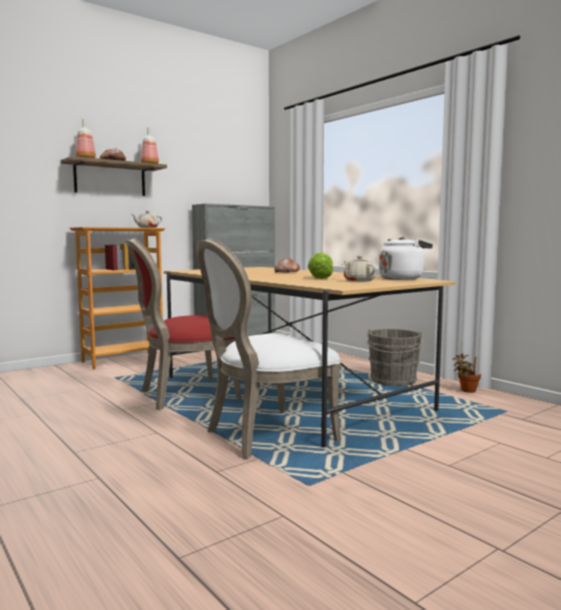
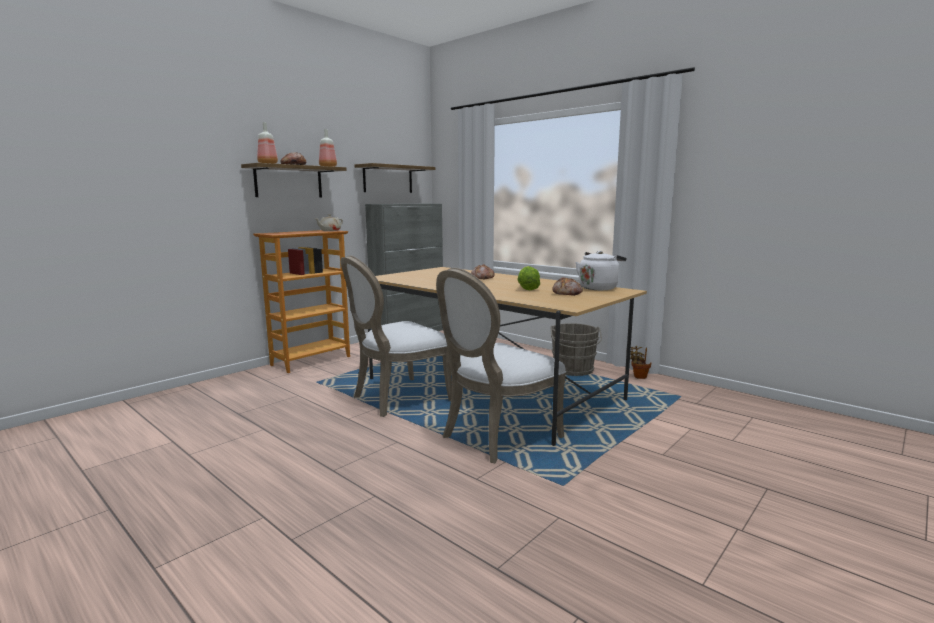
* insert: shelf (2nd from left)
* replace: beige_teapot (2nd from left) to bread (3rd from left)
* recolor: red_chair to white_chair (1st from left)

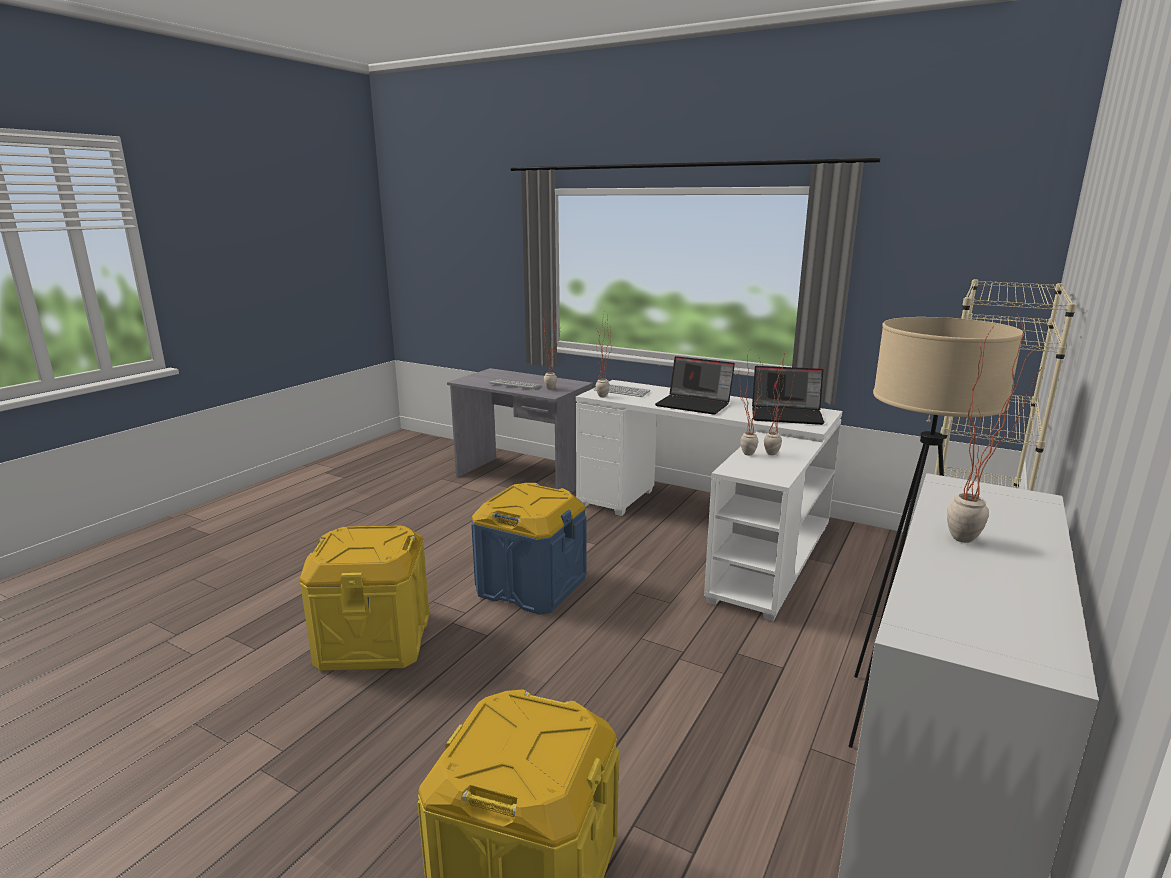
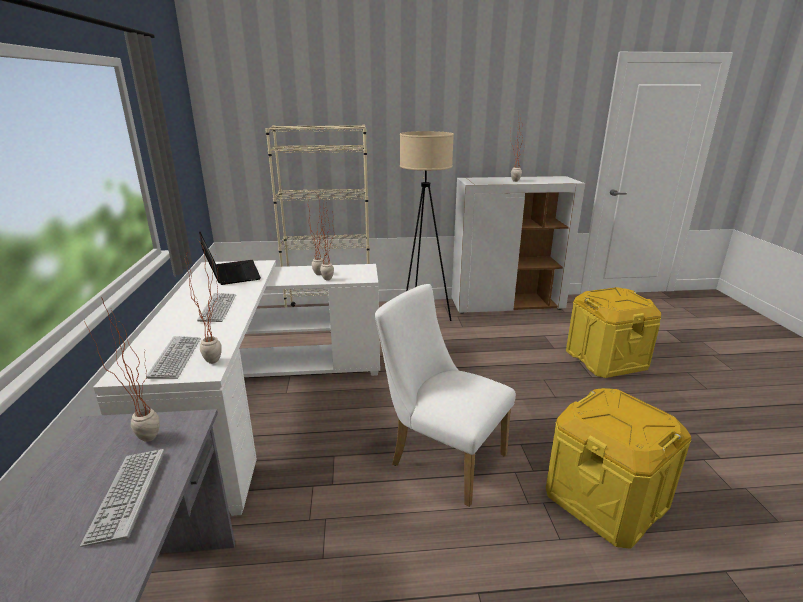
* replace: blue_storage_box to white_chair
* replace: laptop (1st from left) to keyboard (3rd from left)

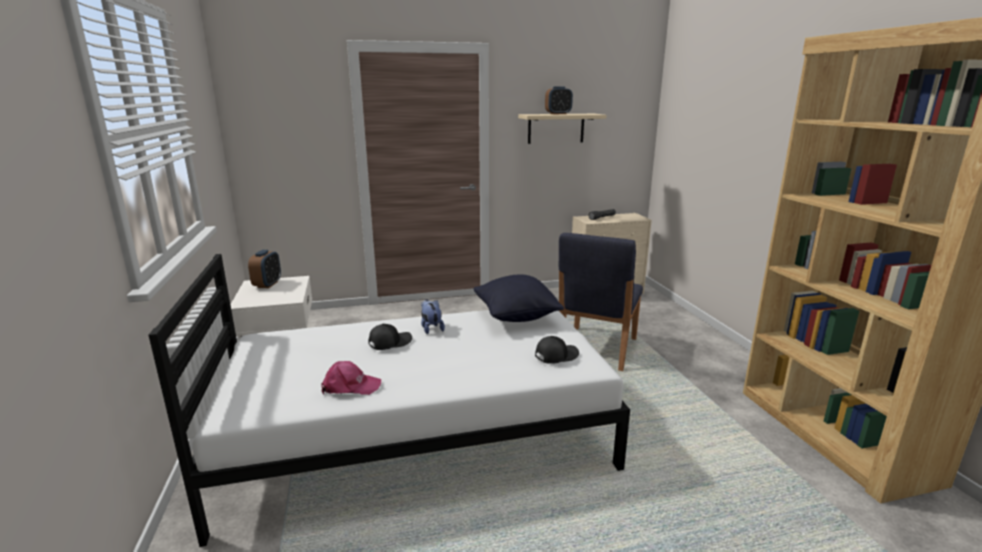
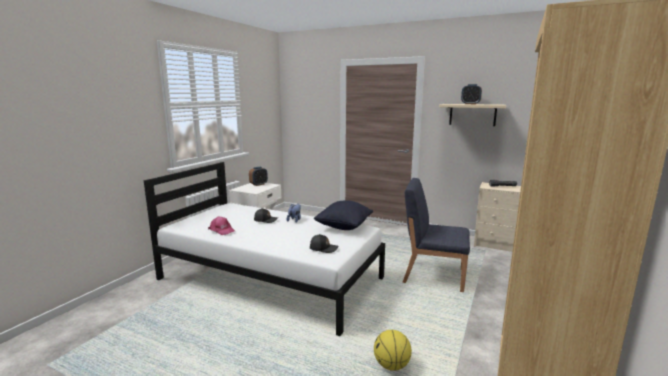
* insert: basketball
* rotate: blue_chair 45 degrees clockwise

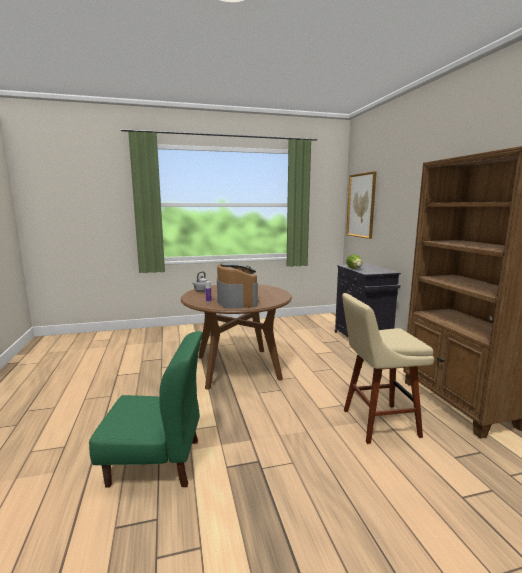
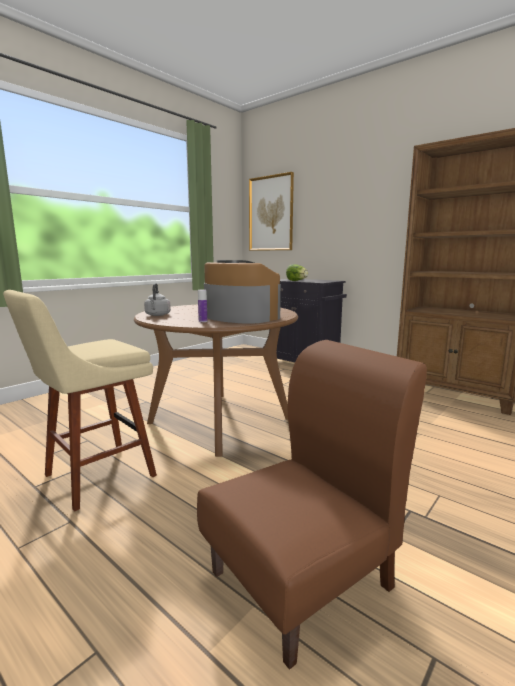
* move: beige_stool
* recolor: green_chair to brown_chair

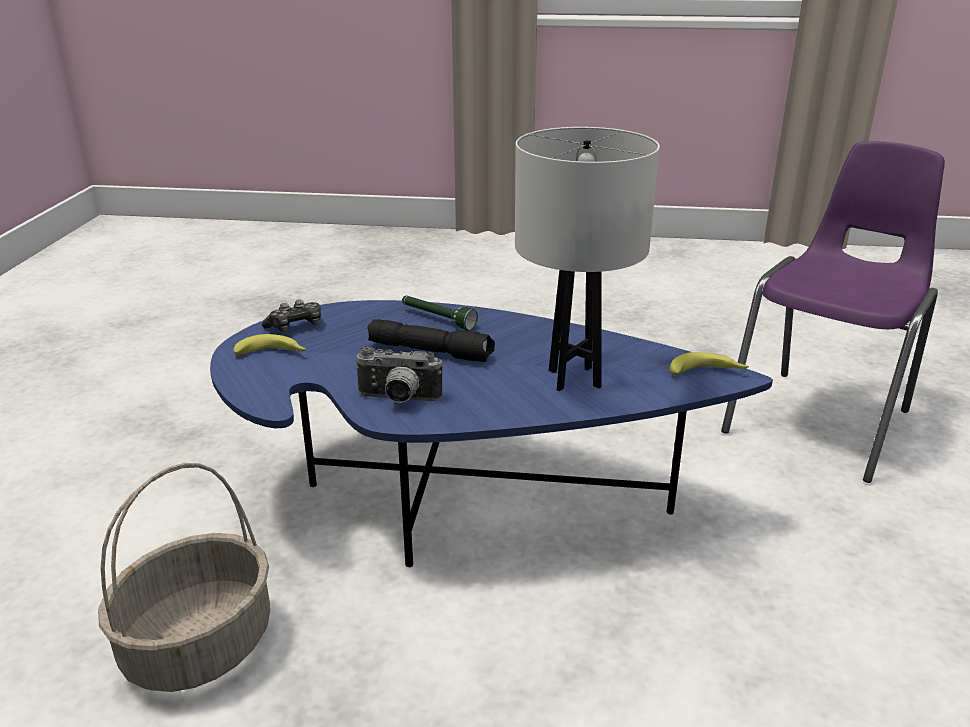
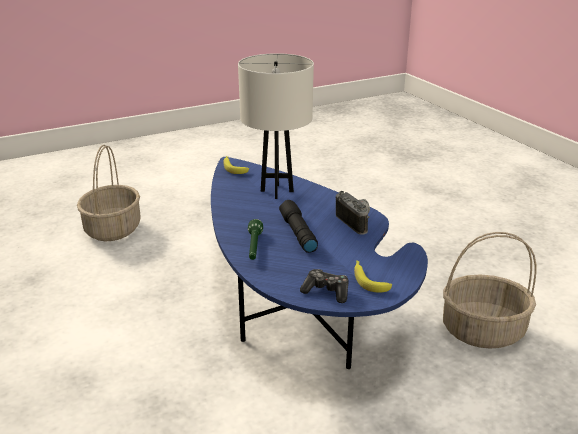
* replace: purple_chair to basket (1st from left)

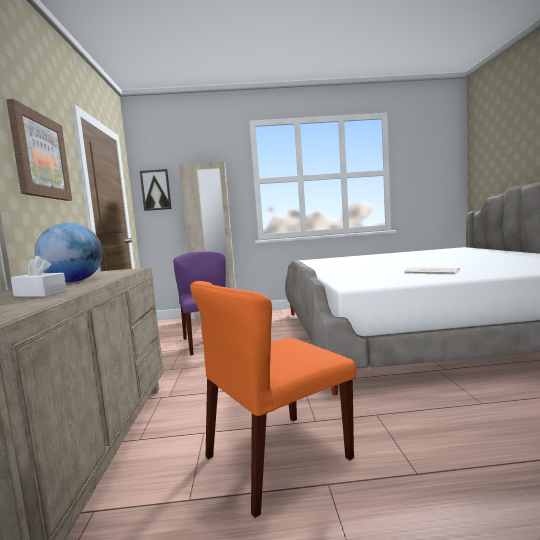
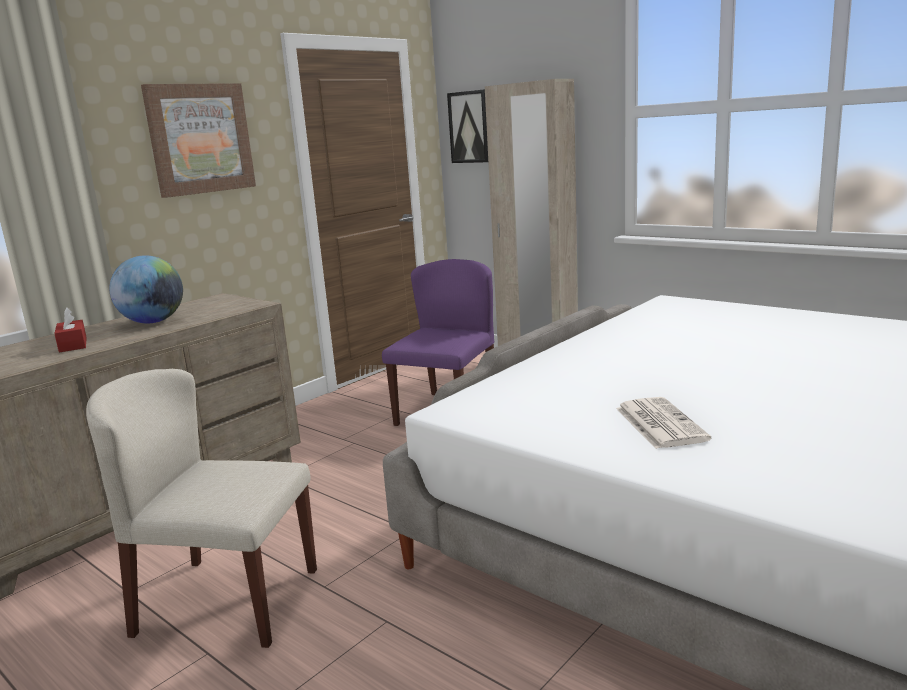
* recolor: white_tissue_box to red_tissue_box
* recolor: orange_chair to beige_chair

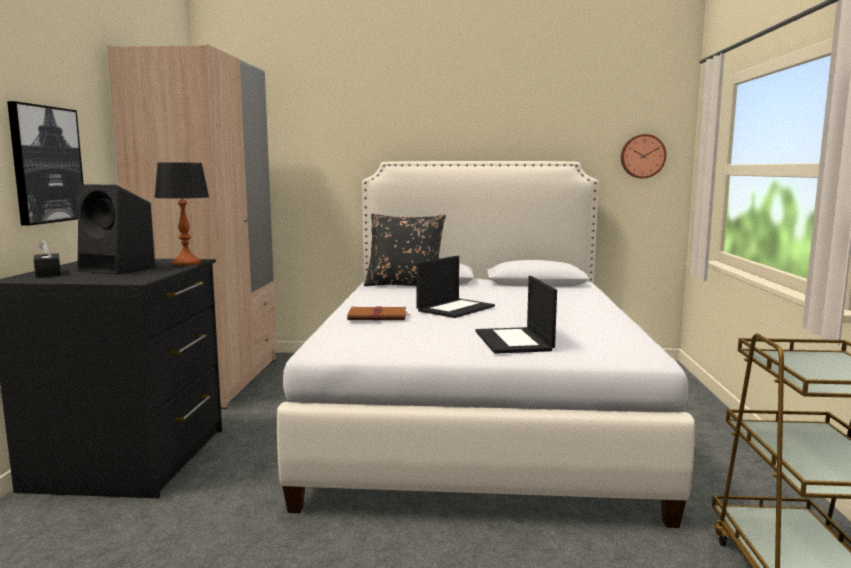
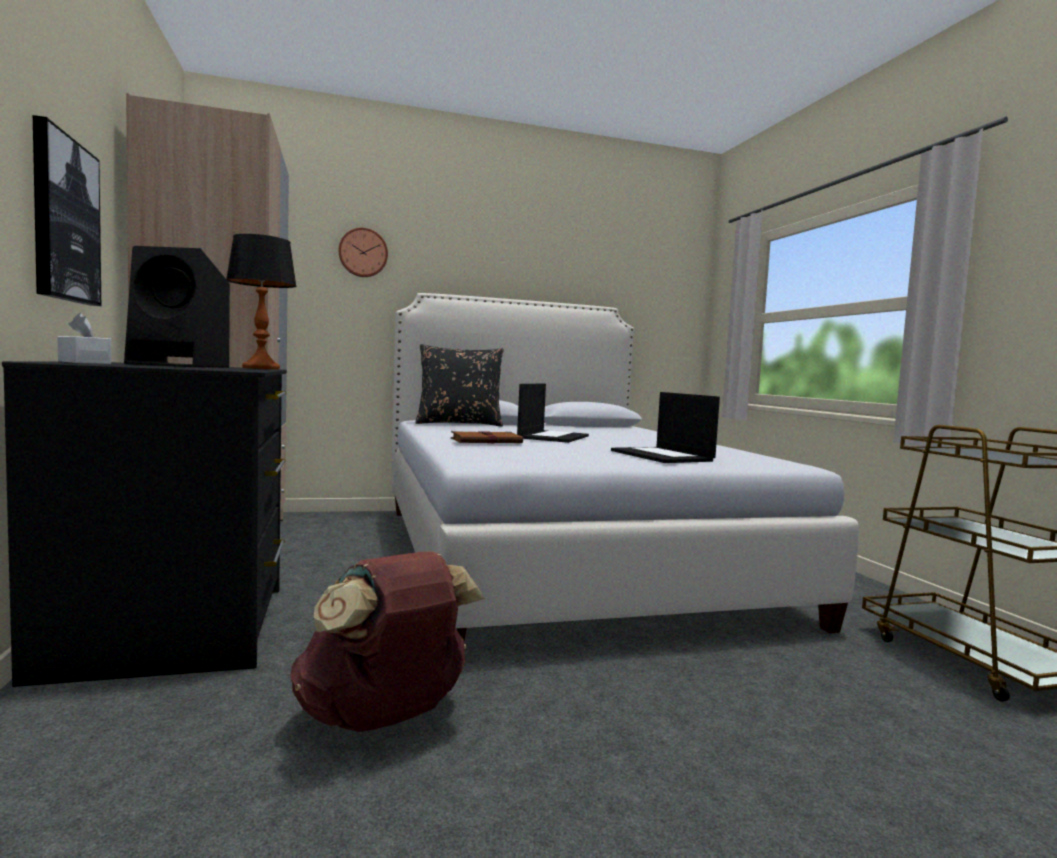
* insert: brown_backpack
* move: wall_clock
* recolor: black_tissue_box to white_tissue_box

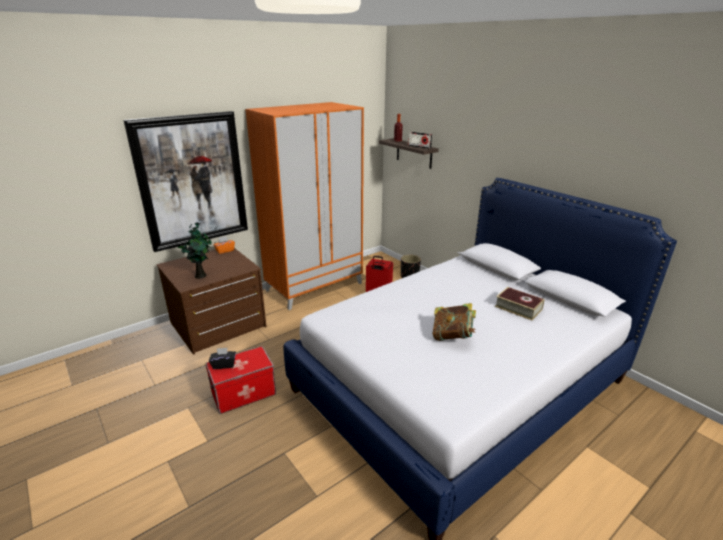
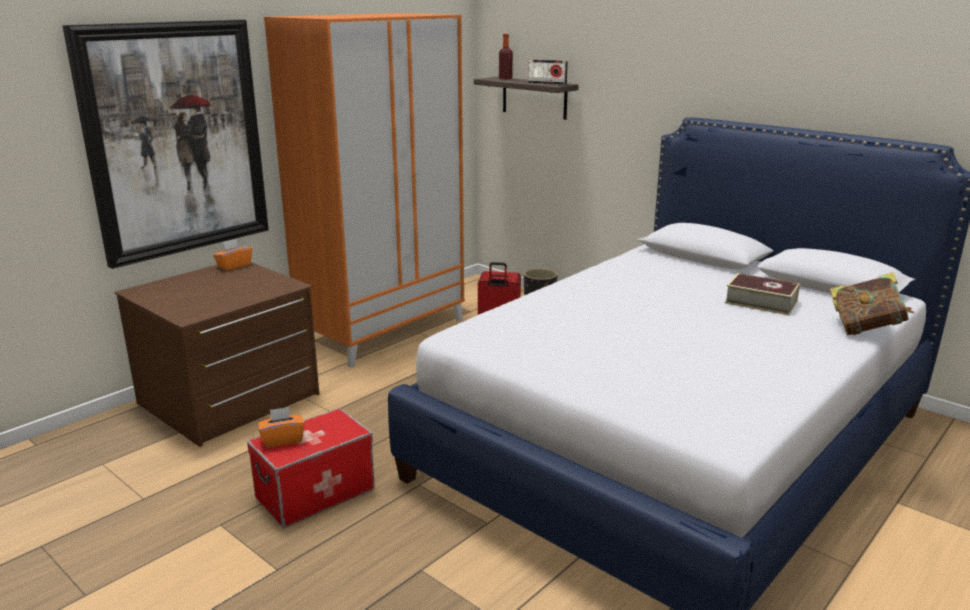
* delete: potted_plant
* move: book (1st from left in the first image) to book (2nd from left)
* recolor: black_tissue_box to orange_tissue_box (2nd from left)

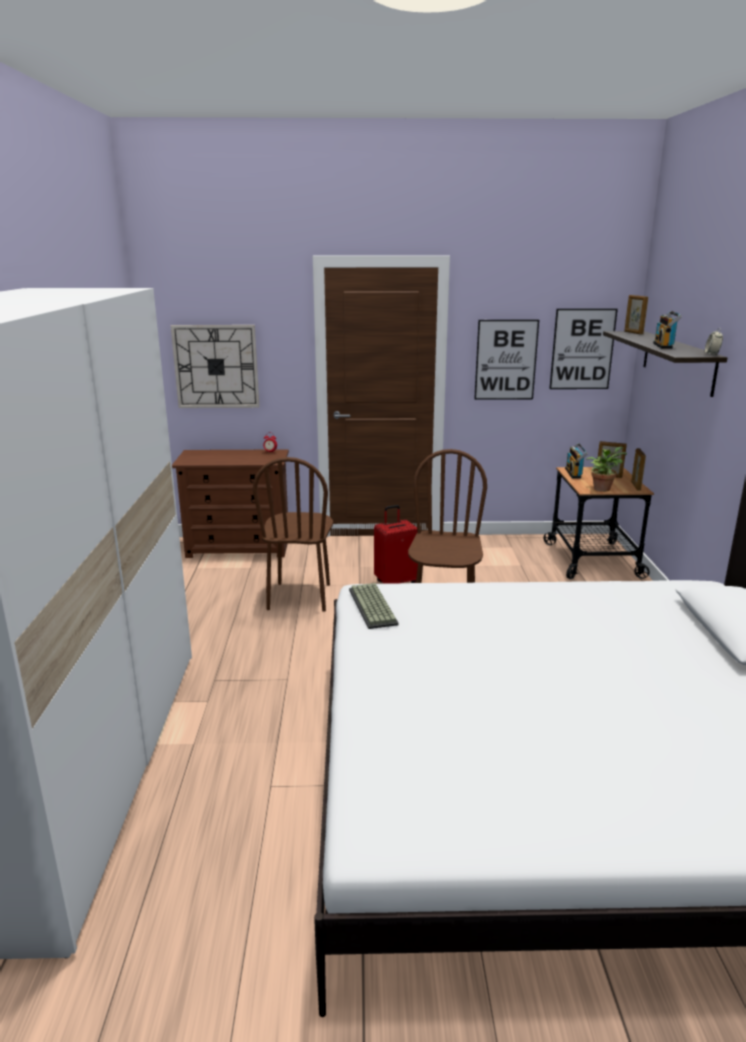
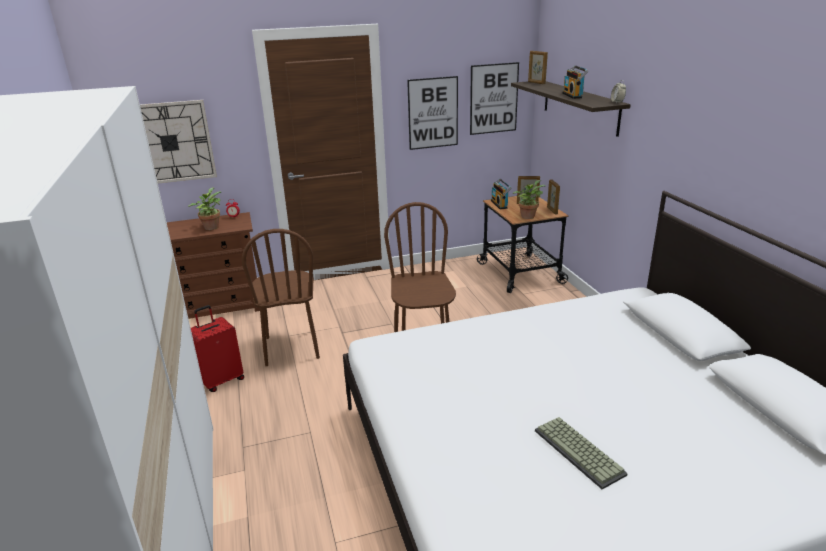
* insert: potted_plant (1st from left)
* move: keyboard
* move: red_suitcase

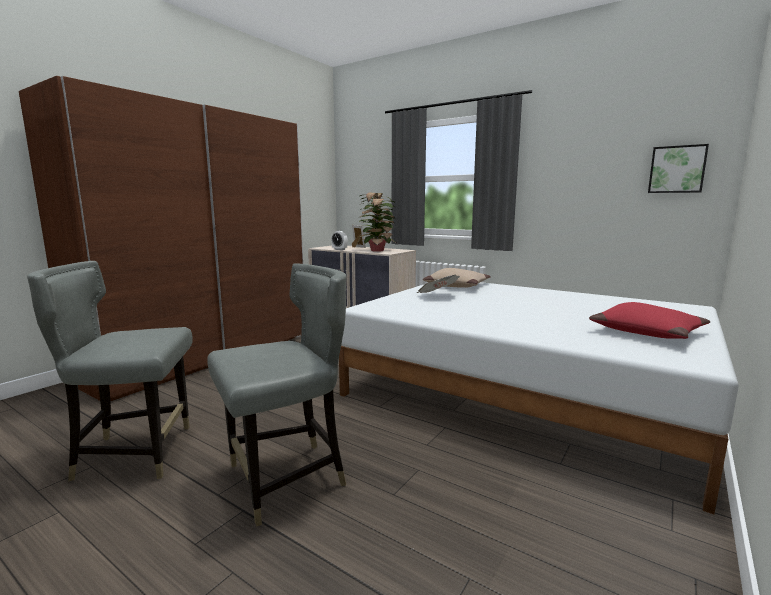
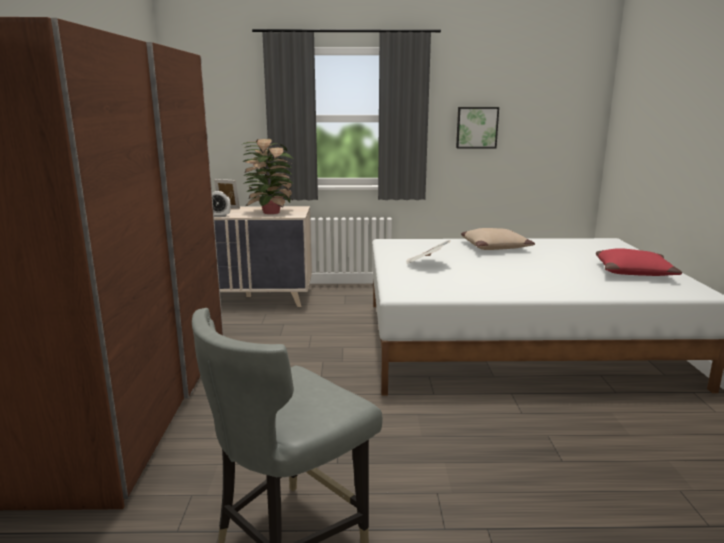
* delete: grey_chair (2nd from left)
* move: beige_pillow
* move: picture

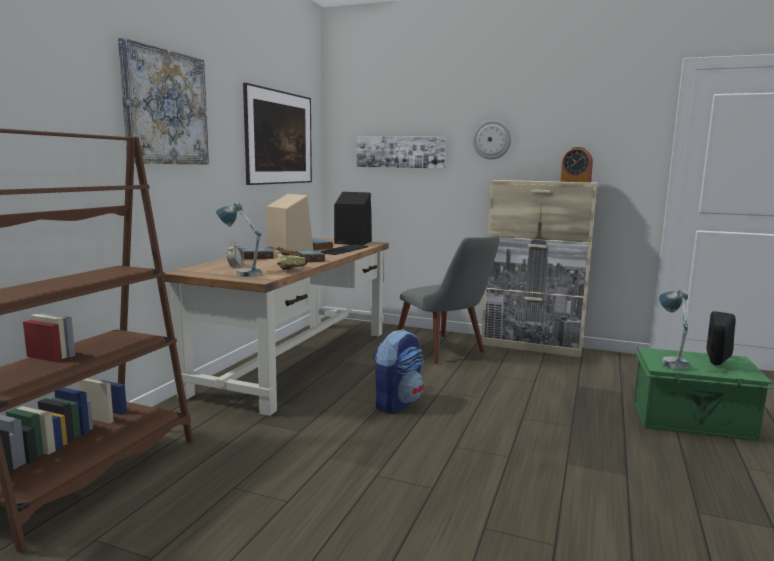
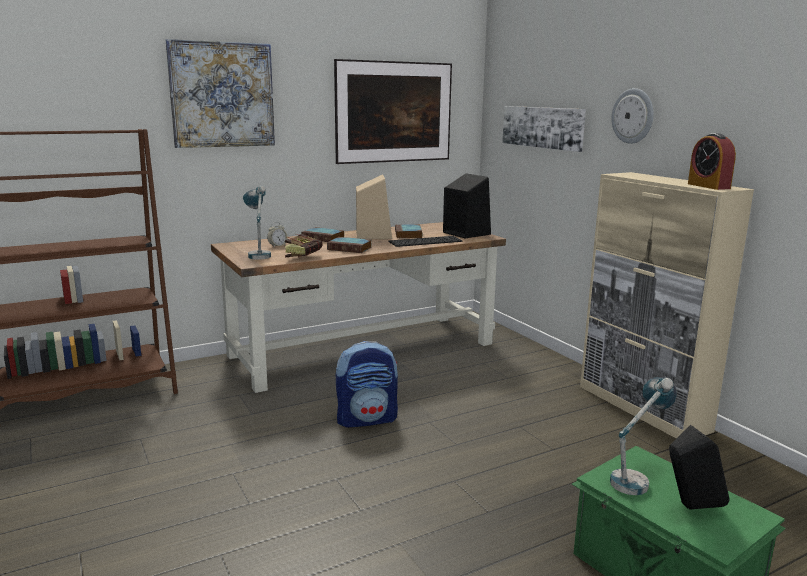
* delete: grey_chair

